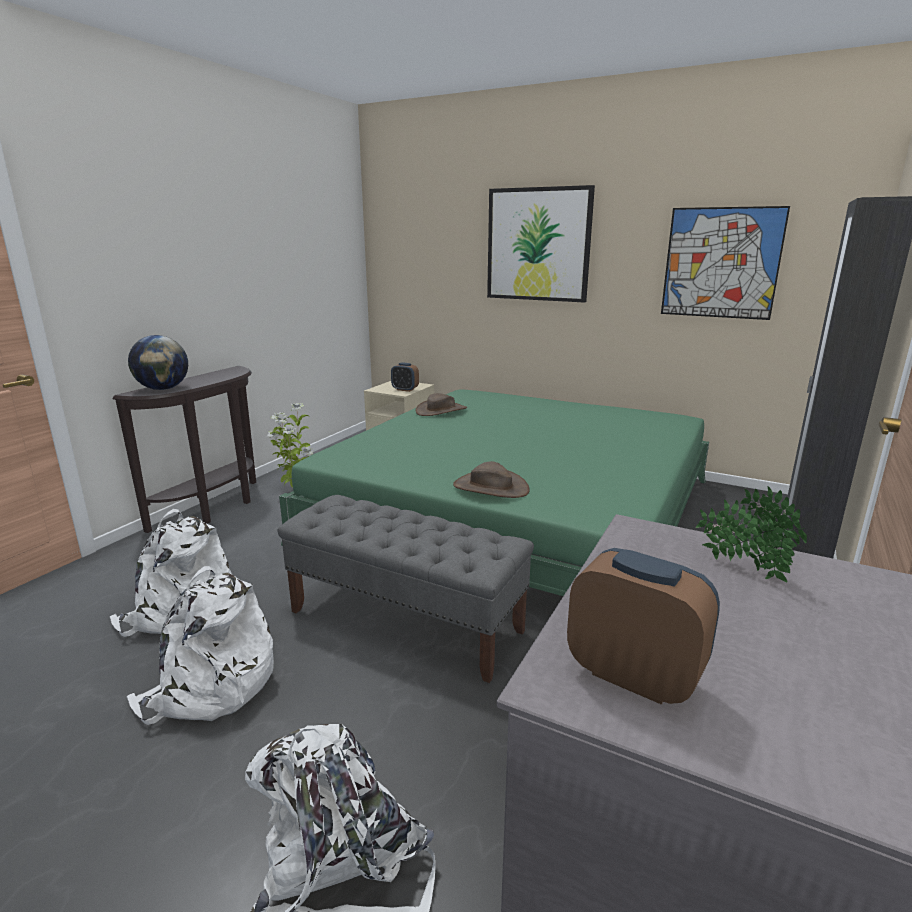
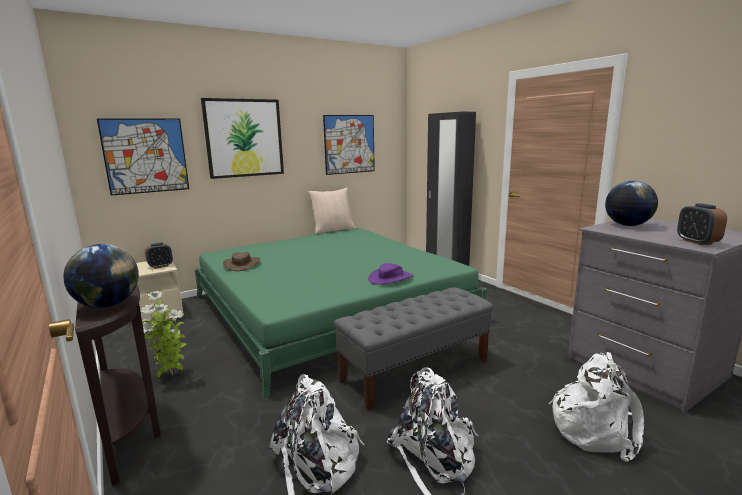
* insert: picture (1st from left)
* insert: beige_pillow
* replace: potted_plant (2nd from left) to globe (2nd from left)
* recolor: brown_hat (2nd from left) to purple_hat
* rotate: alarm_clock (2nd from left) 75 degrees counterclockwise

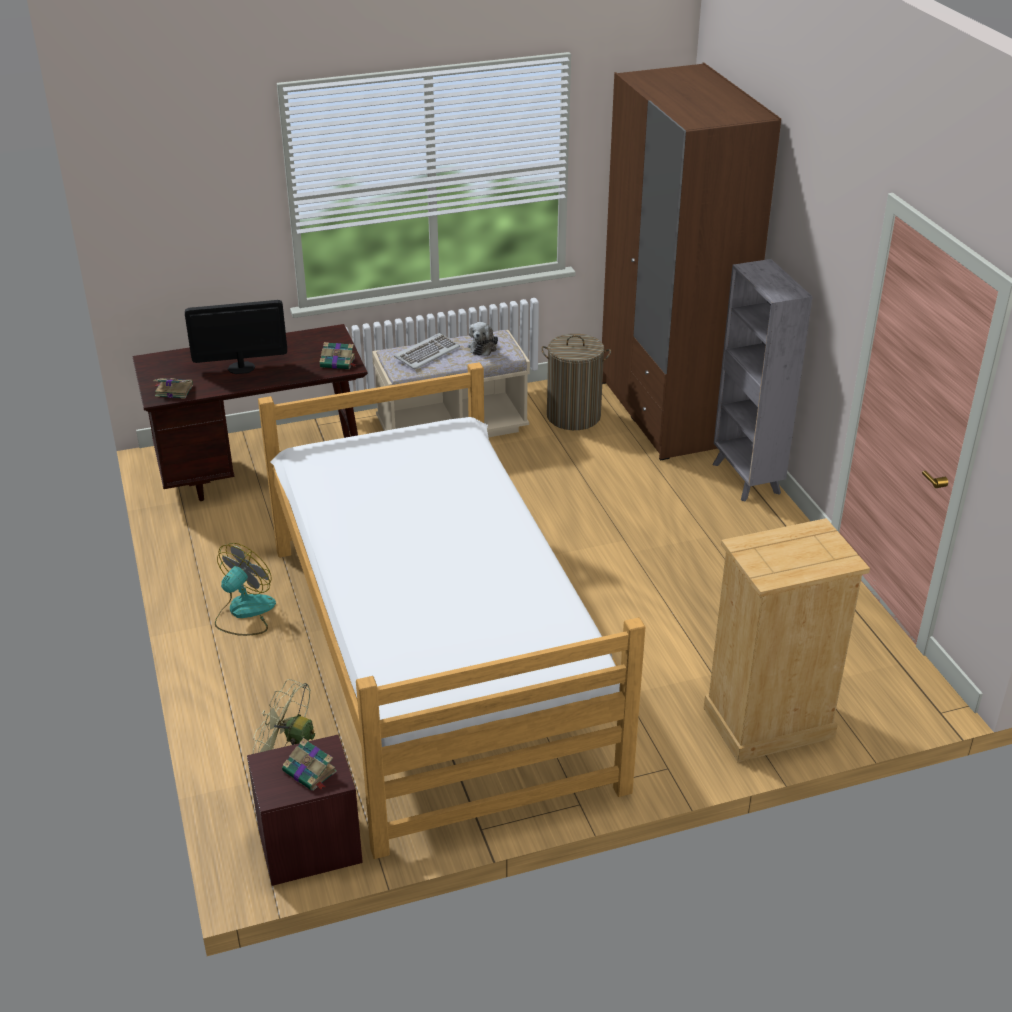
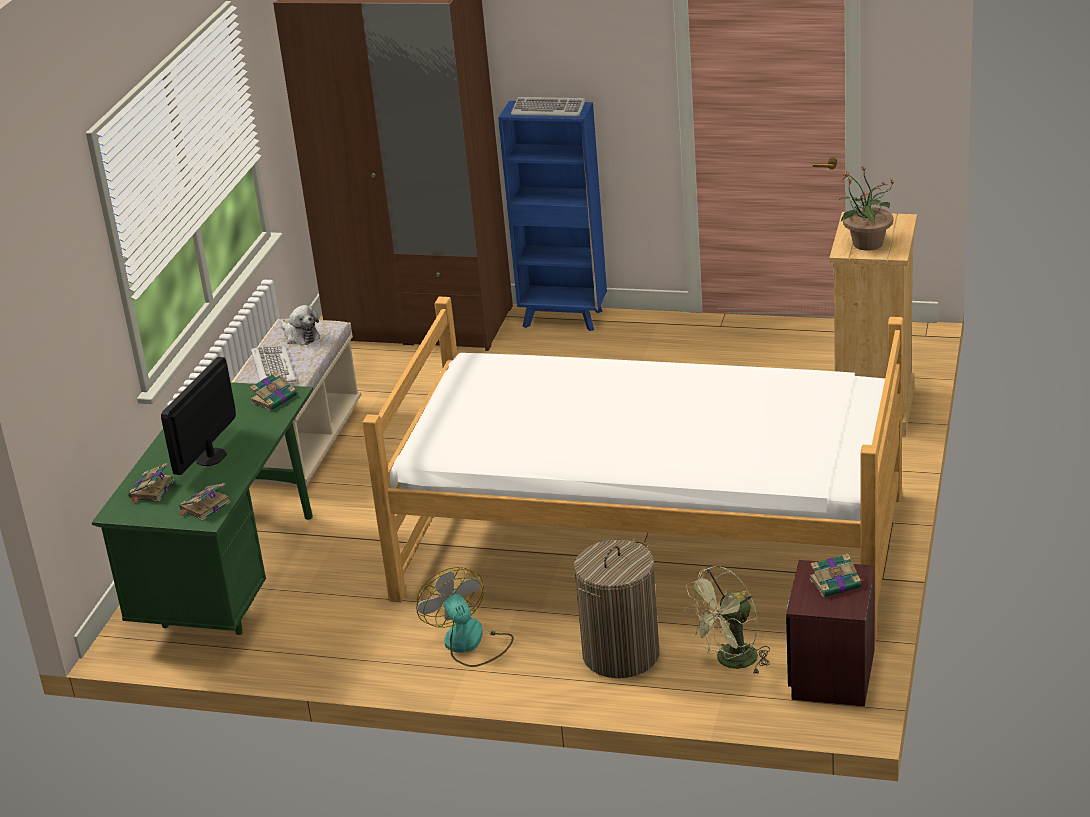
* insert: book (1st from left)
* insert: keyboard (2nd from left)
* insert: potted_plant
* move: laundry_basket
* recolor: brown_desk to green_desk
* recolor: grey_bookcase to blue_bookcase

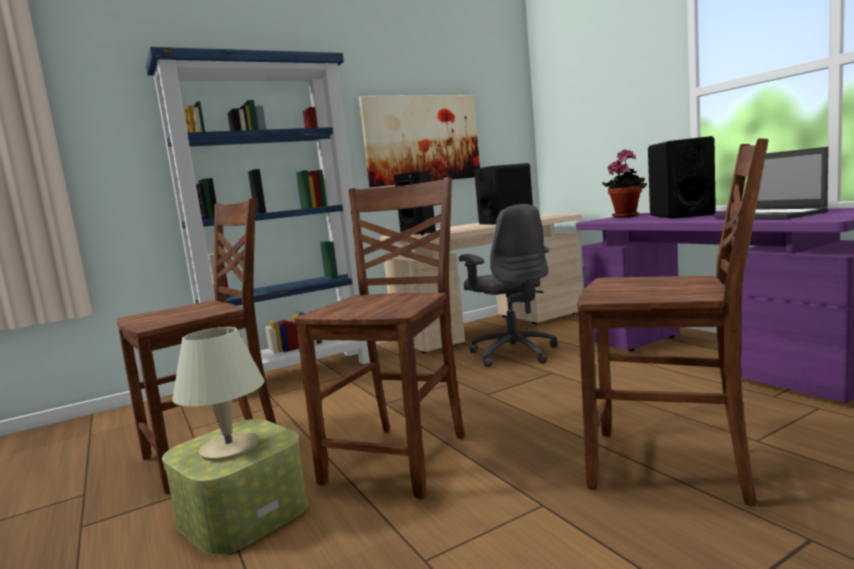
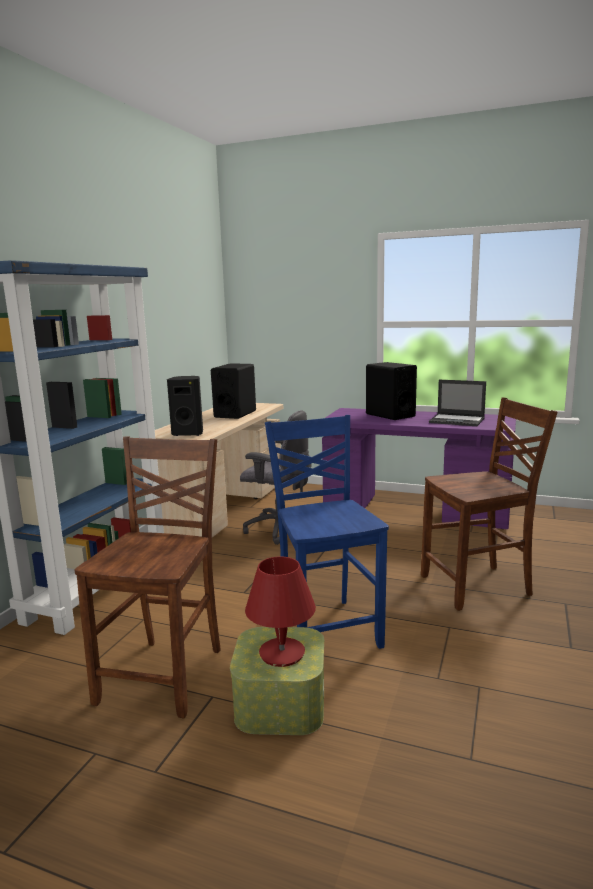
* delete: picture
* delete: potted_plant
* recolor: beige_table_lamp to red_table_lamp
* recolor: brown_chair (2nd from left) to blue_chair

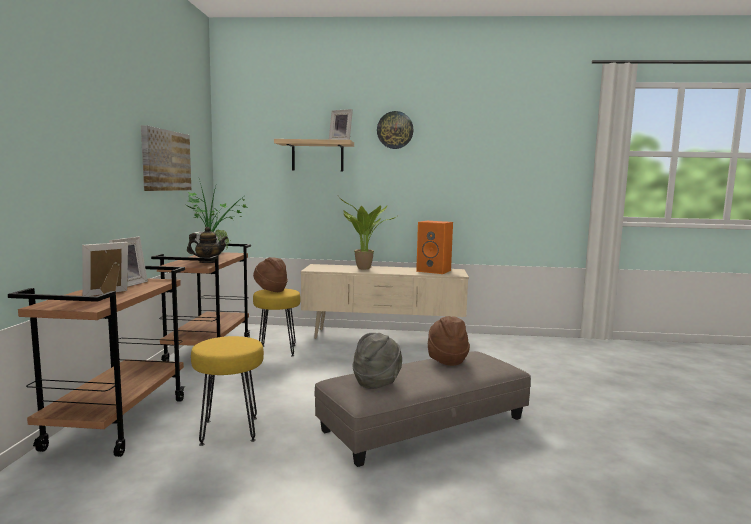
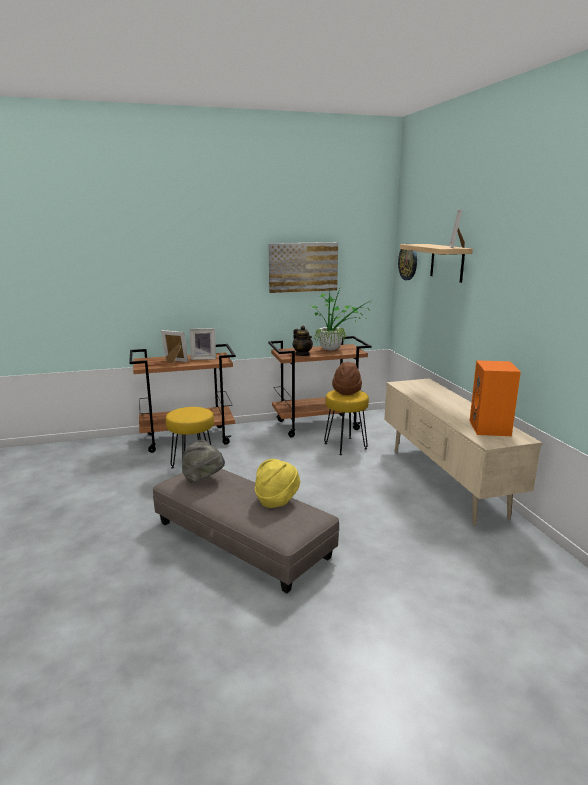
* delete: potted_plant (2nd from left)
* move: wall_clock
* recolor: brown_hat (2nd from left) to yellow_hat

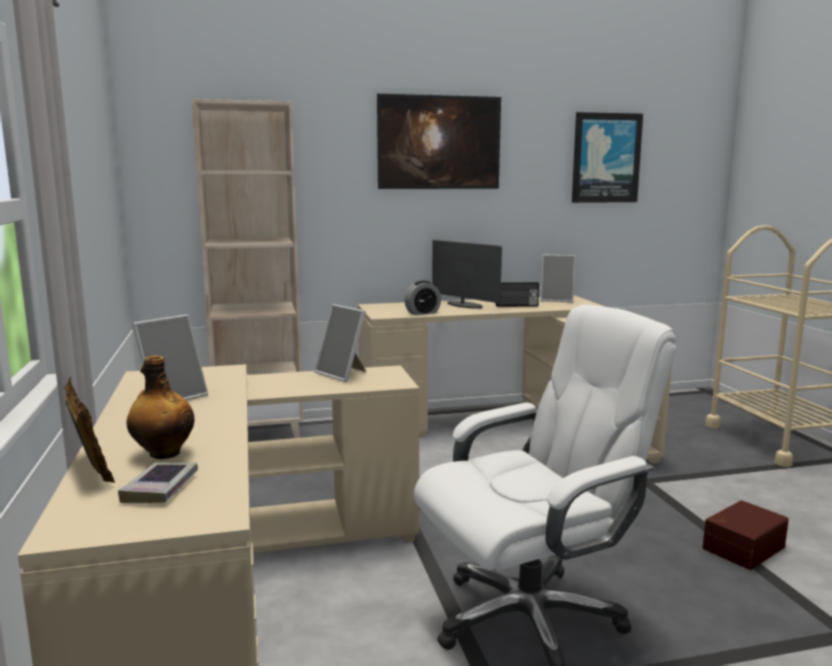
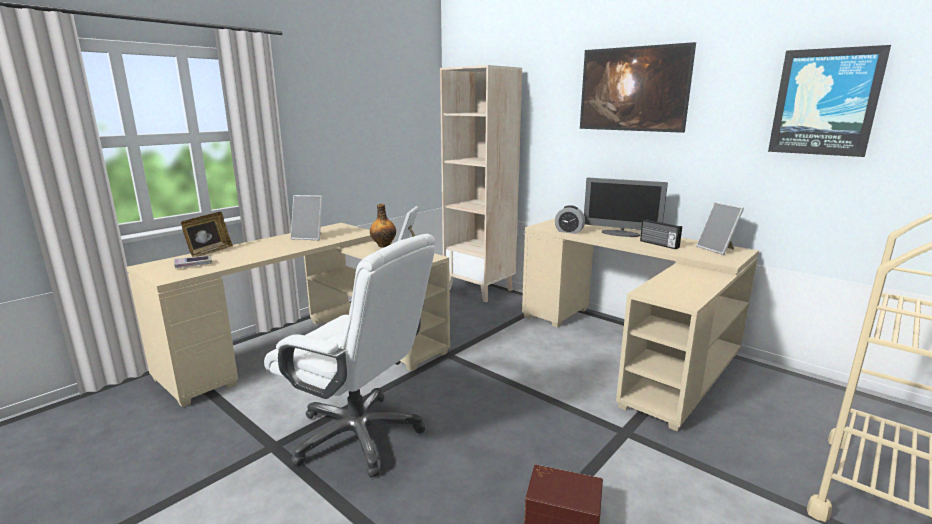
* move: bottle
* rotate: monitor 105 degrees clockwise

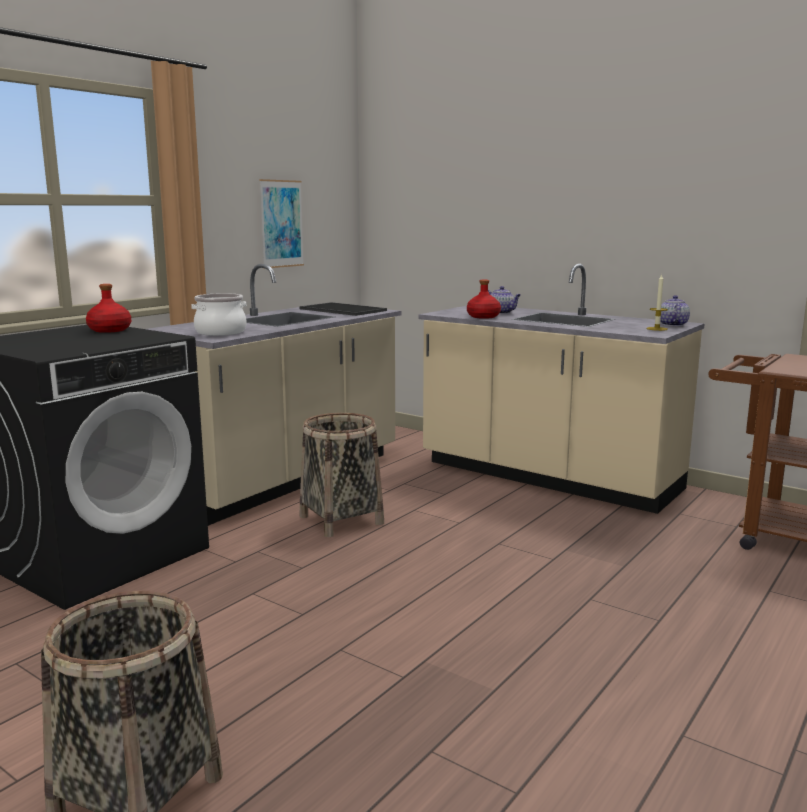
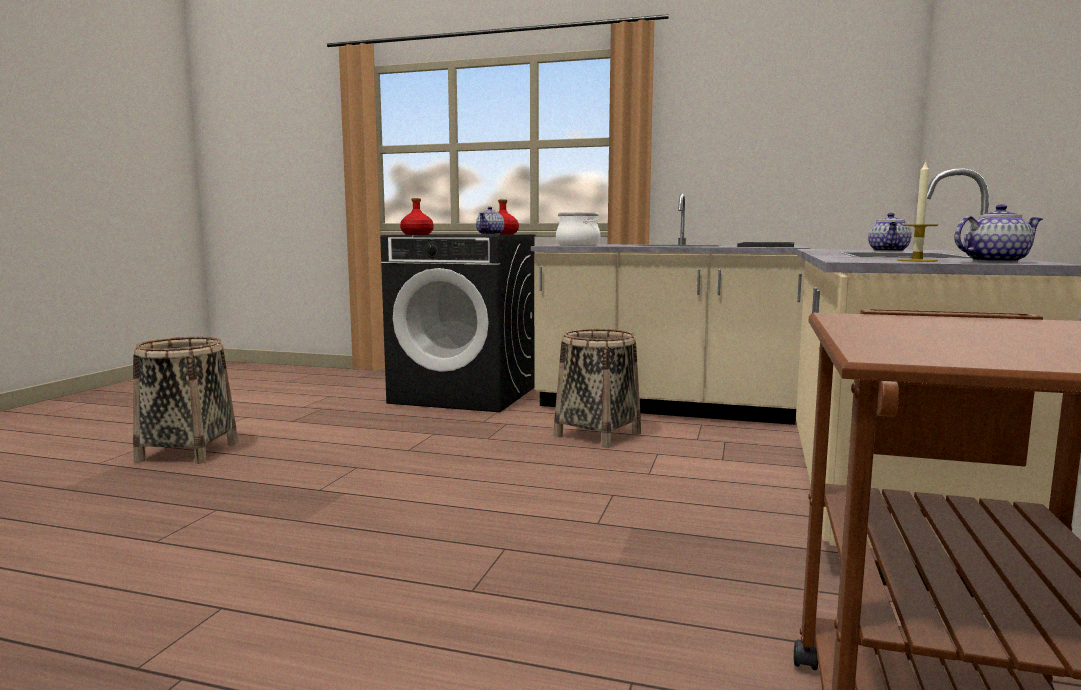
* delete: picture
* insert: teapot (1st from left)
* move: red_bottle (2nd from left in the first image) to red_bottle (1st from left)

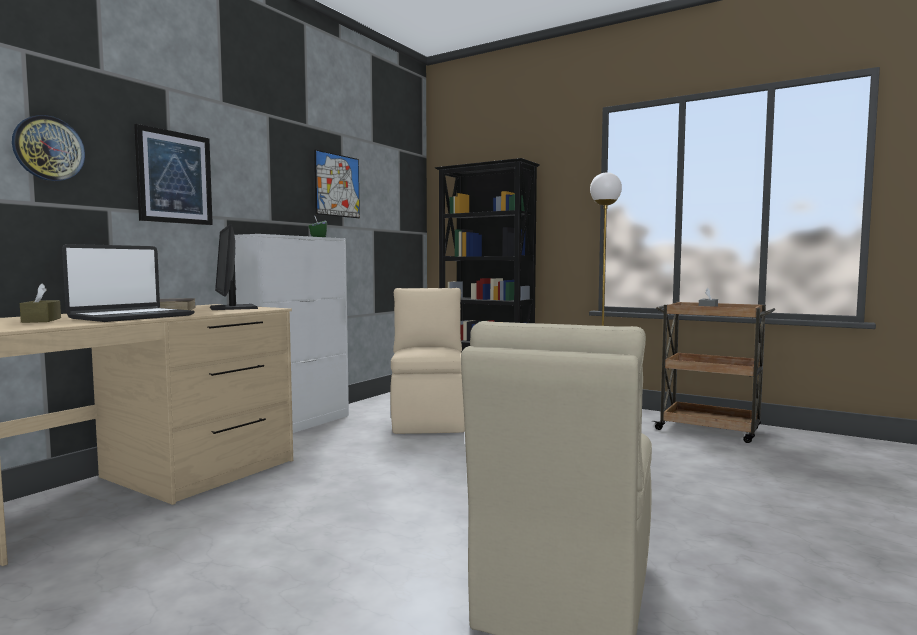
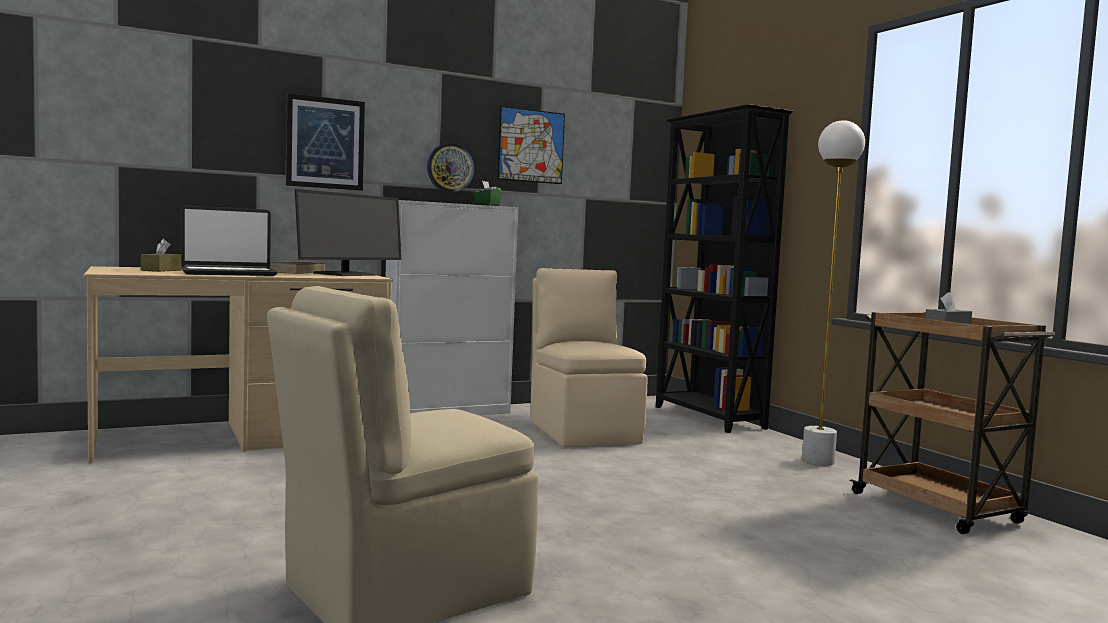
* move: wall_clock
* rotate: monitor 150 degrees counterclockwise
* rotate: beige_chair (1st from left in the first image) 45 degrees counterclockwise

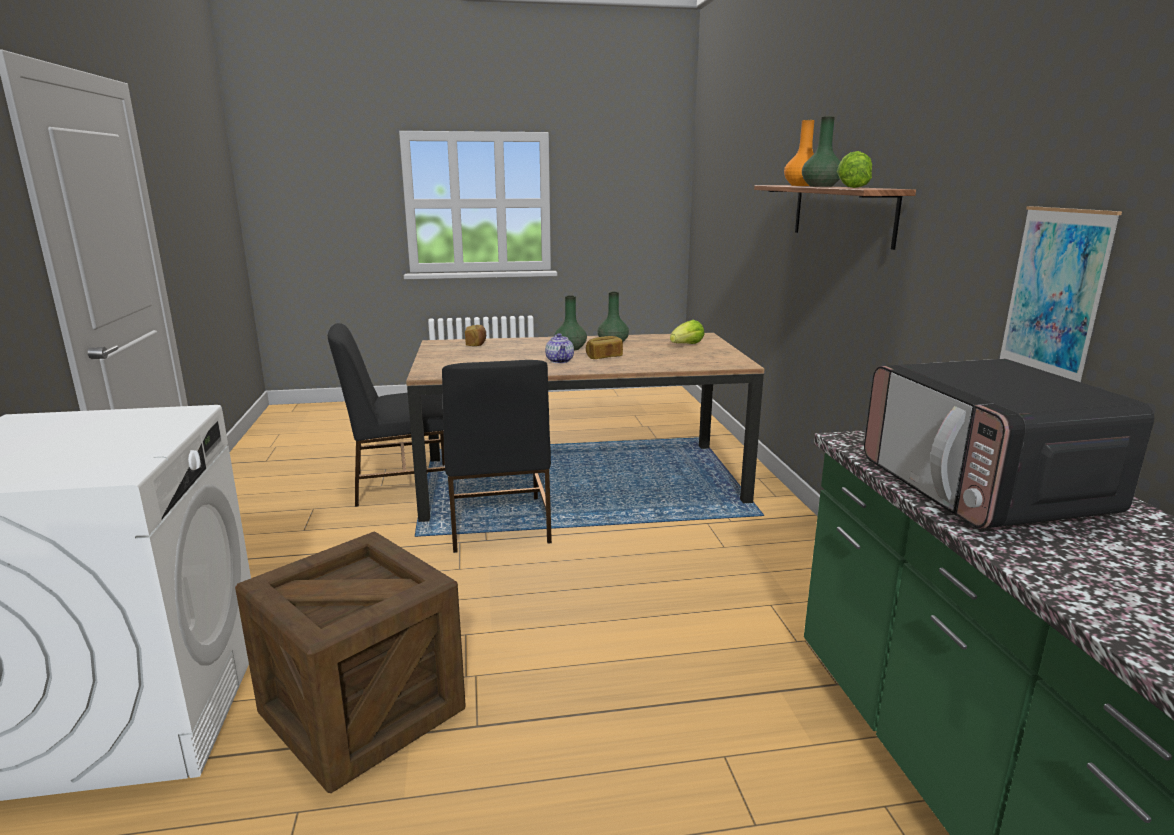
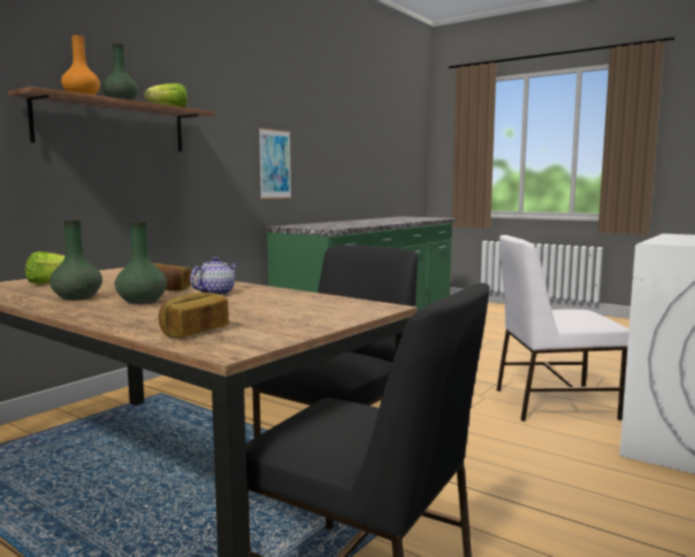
* delete: microwave
* replace: crate to white_chair

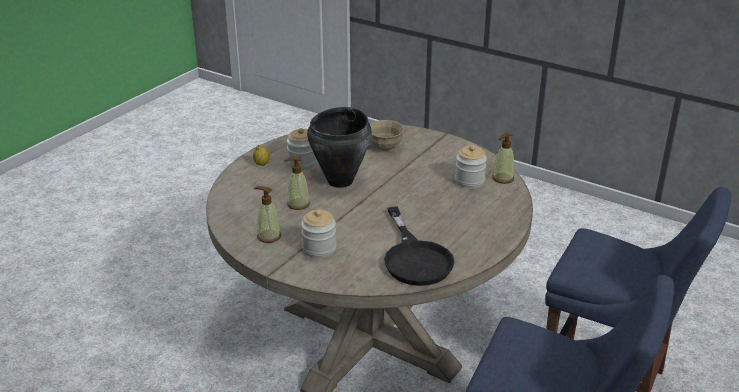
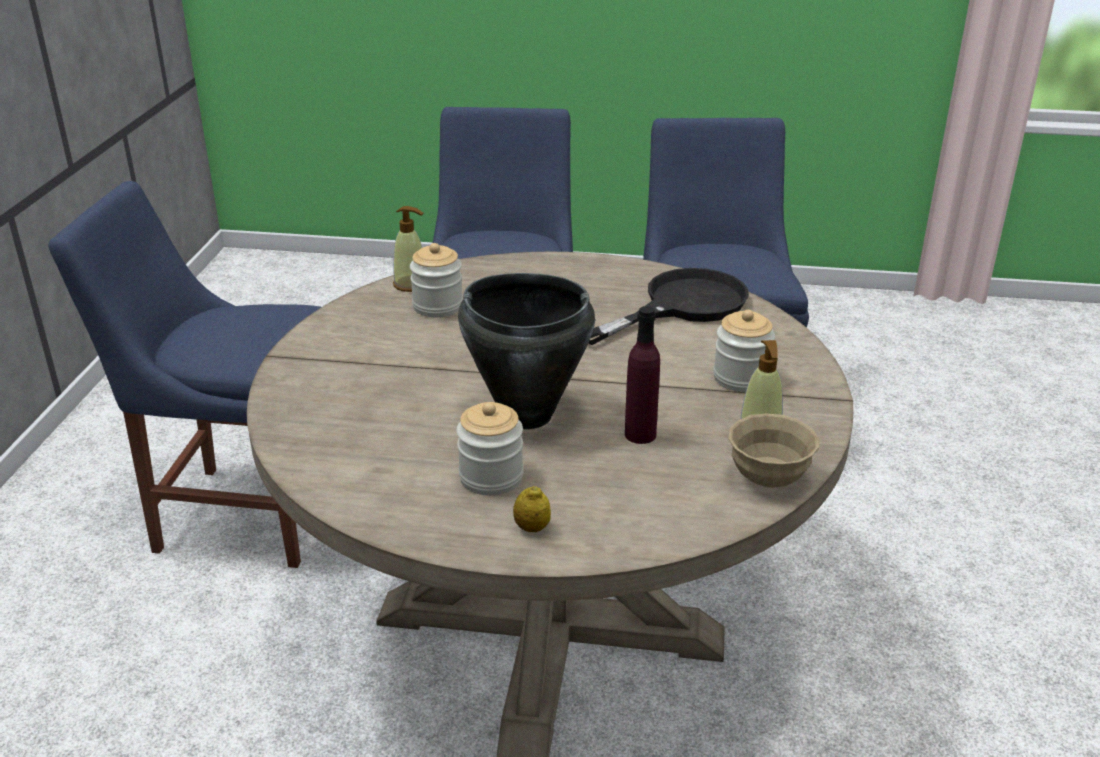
* insert: blue_chair (1st from left)
* move: beige_bowl
* replace: soap_dispenser (2nd from left) to purple_bottle

